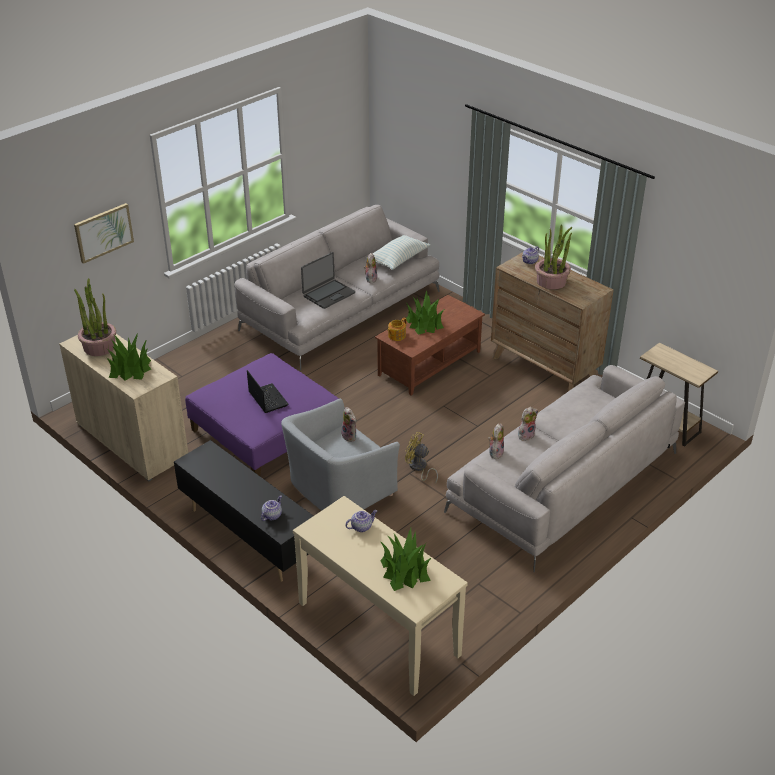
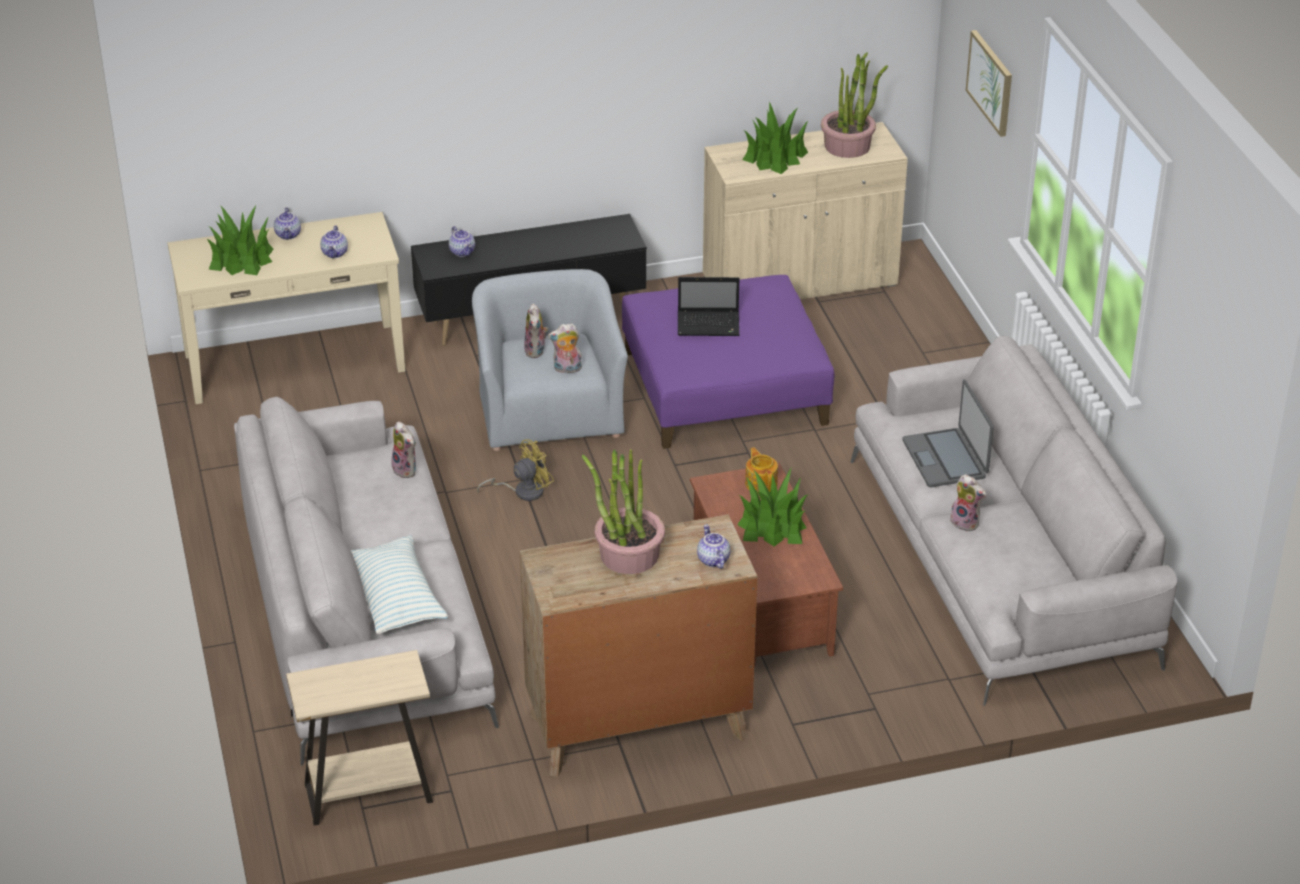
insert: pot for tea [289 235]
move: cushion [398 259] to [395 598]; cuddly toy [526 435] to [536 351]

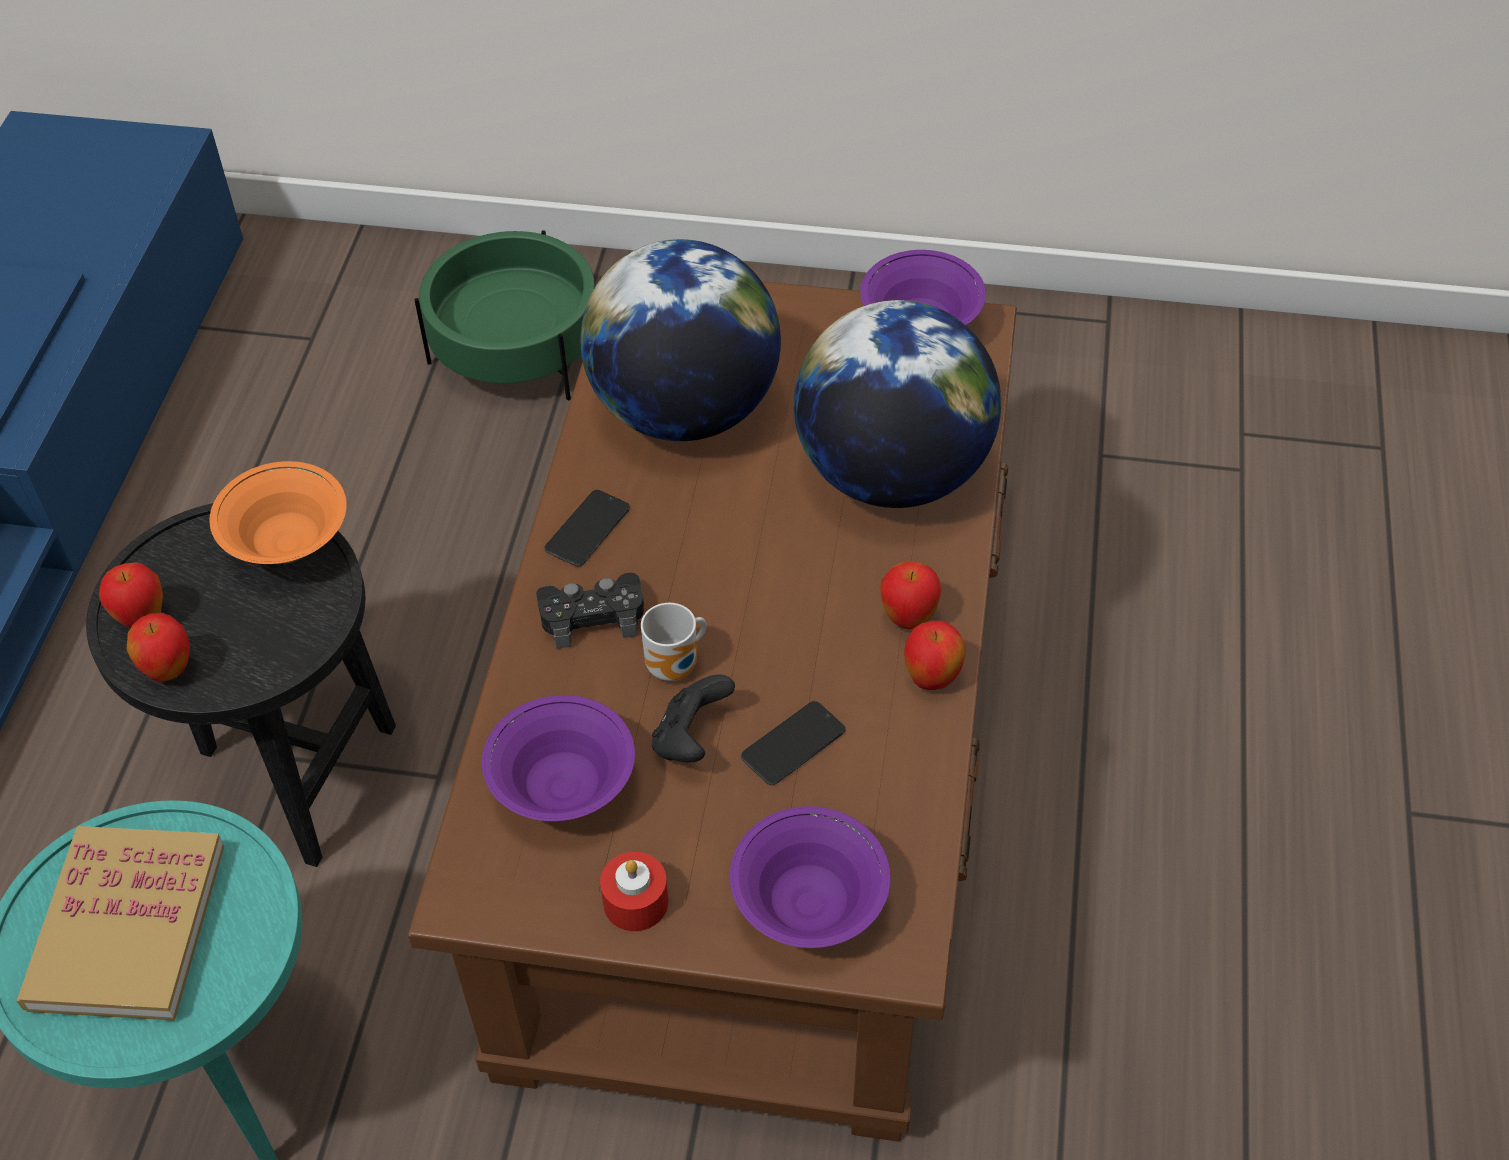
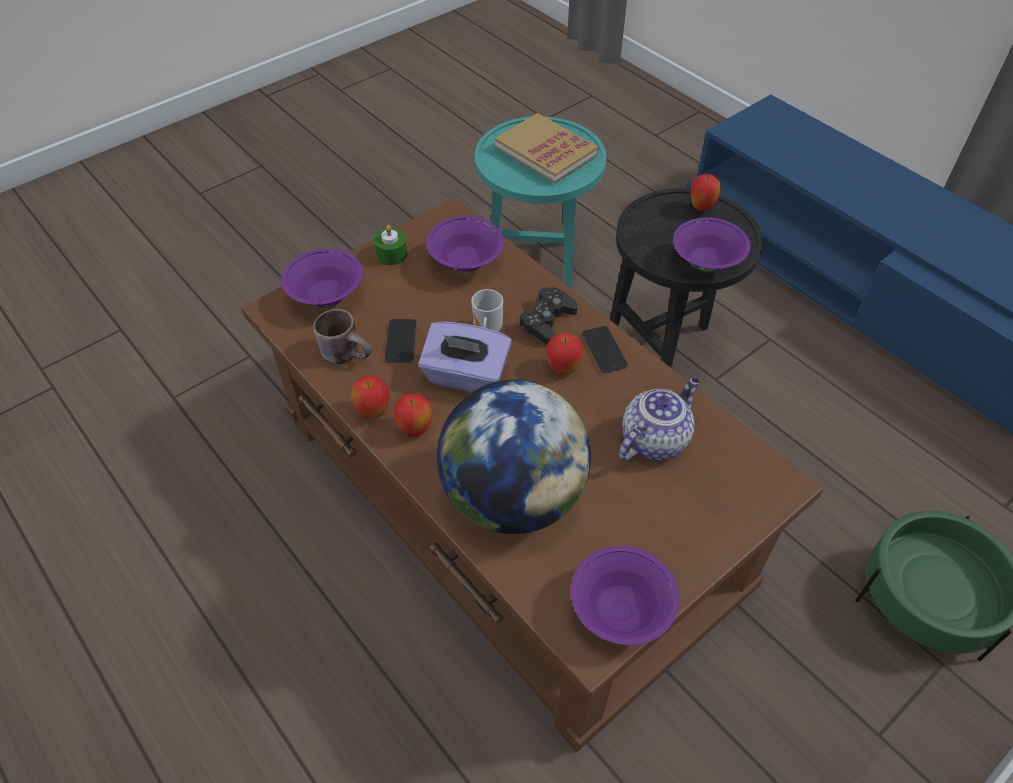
delete: blackish joypad [691 739]
insert: brownish tea mug [348 352]; purple-coloured tissue holder [466 376]
move: apple [169 670] to [563 369]
replace: world globe [684 411] to pot for tea [654 439]
recolor: orangey bowl [288 545] to purple-coloured bowl [706 264]; red candle [635 902] to green candle [392 254]

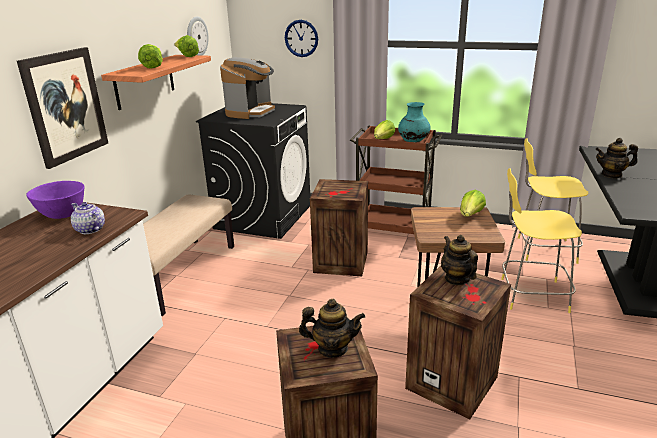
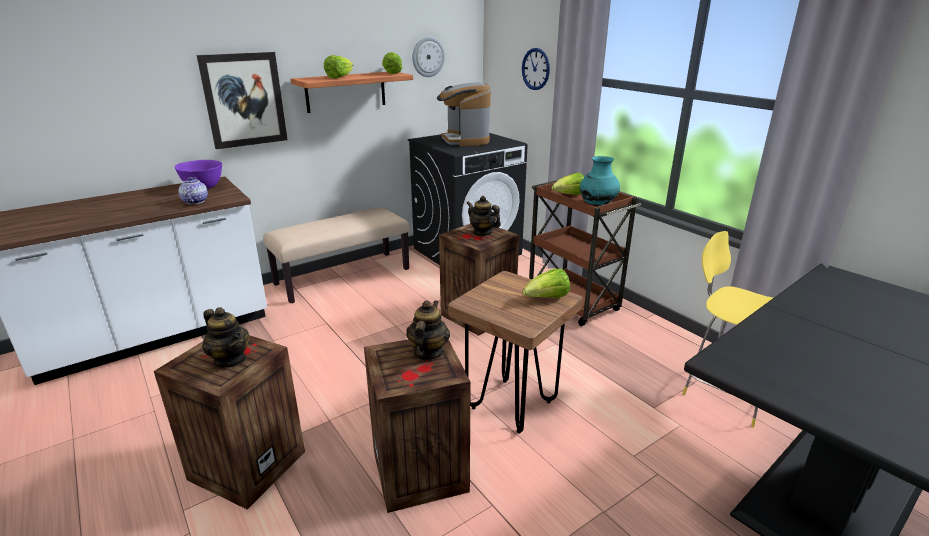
delete: yellow-coloured stool seat [530 294]
move: pot for tea [612 175] to [482 232]
rotate: coffee brewer [251 112] = [464 140] 105 degrees clockwise

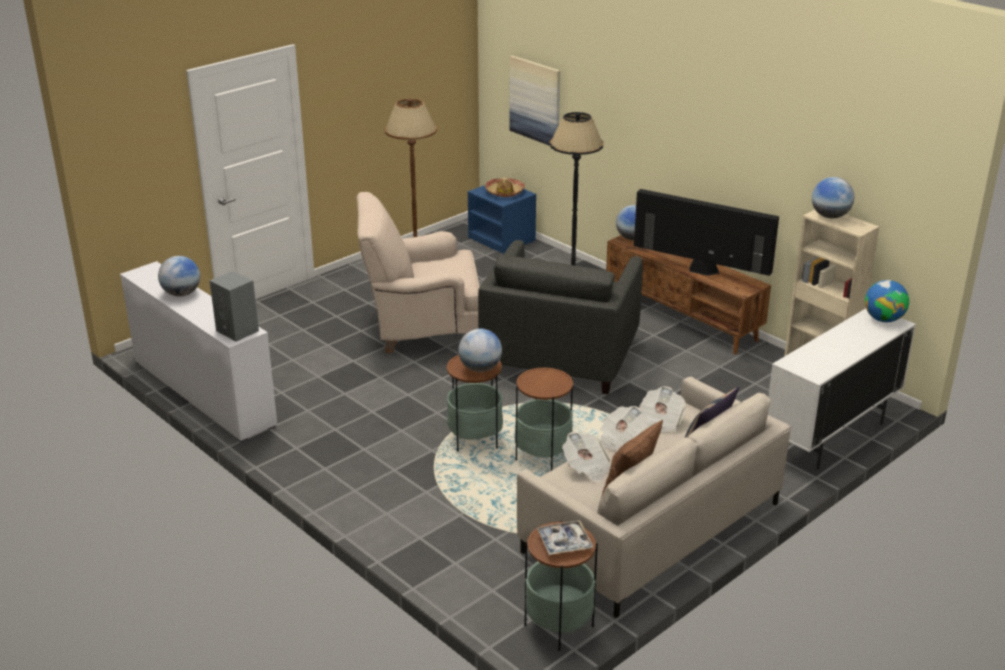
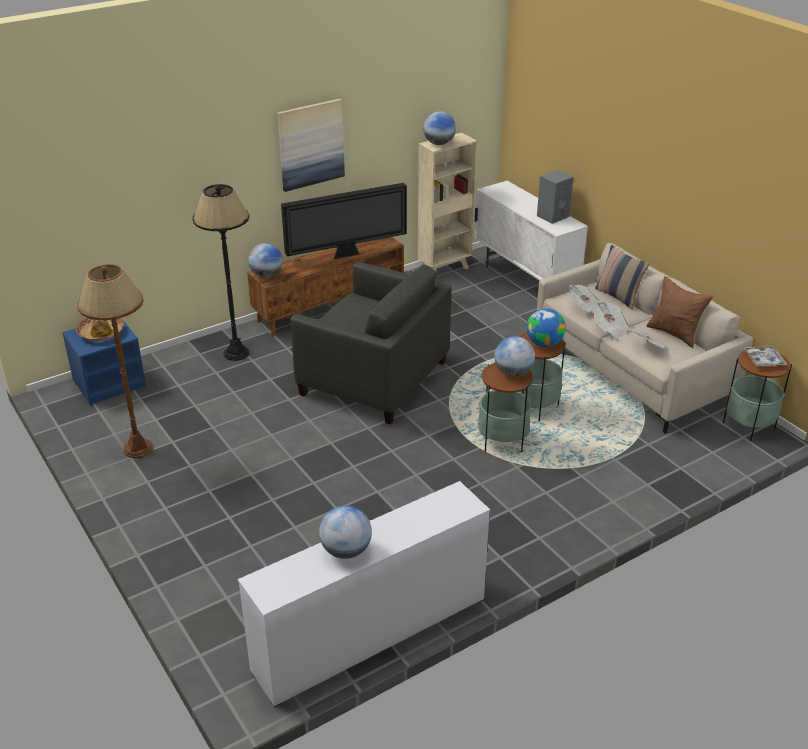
delete: beige-coloured lounge chair [421 330]
move: picture [535 101] to [311 144]; grey audio speaker [238 331] to [553 216]; world globe [883 319] to [544 343]
rotate: TV set [700 271] = [347 254] 150 degrees counterclockwise

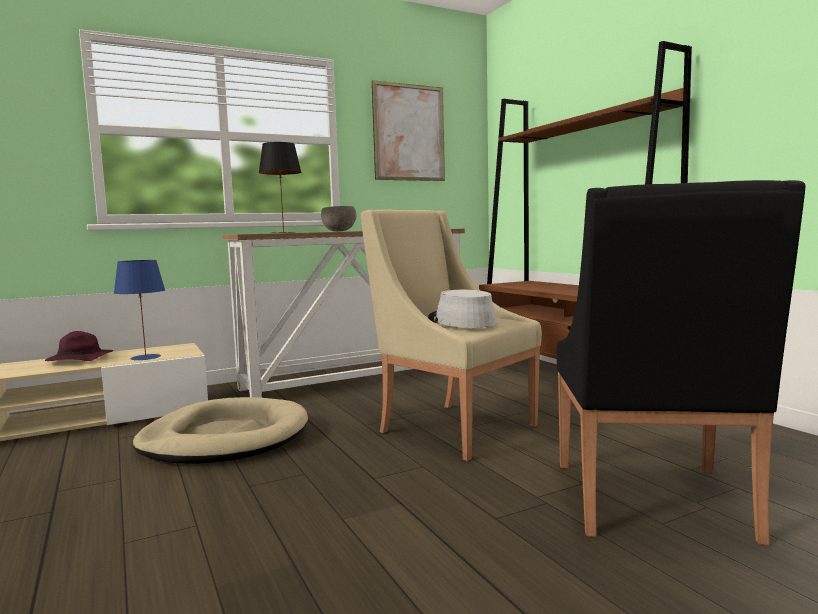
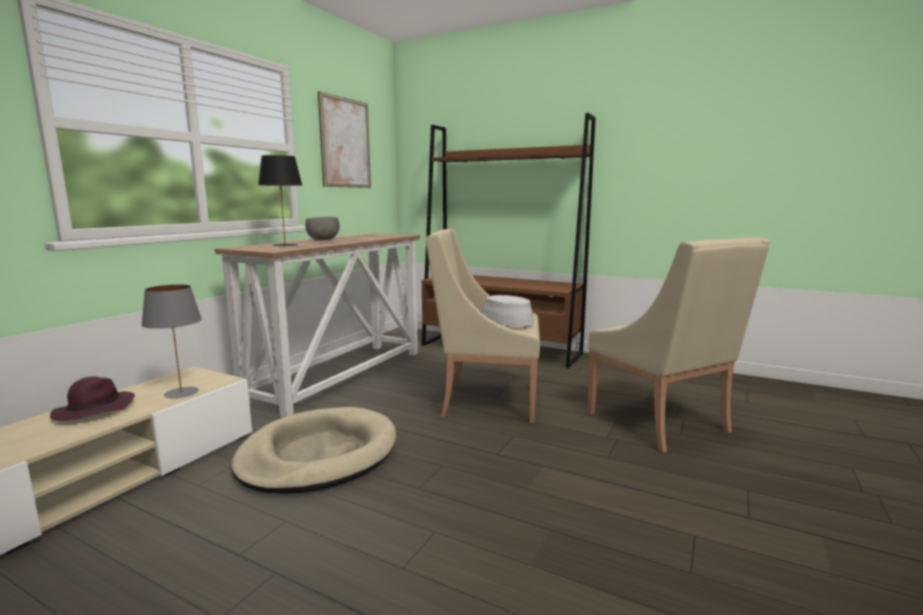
recolor: blackish lounge chair [654 503] to beige-coloured lounge chair [662 423]; blue table lamp [145 357] to grey table lamp [181 393]

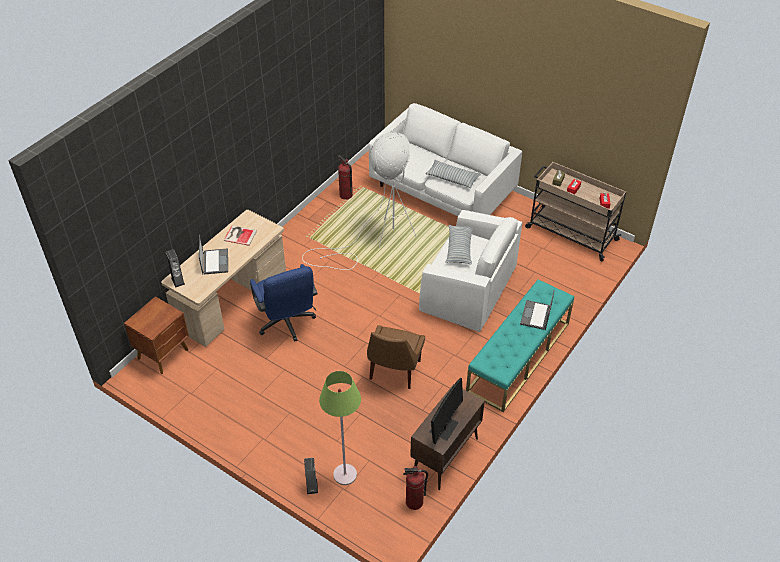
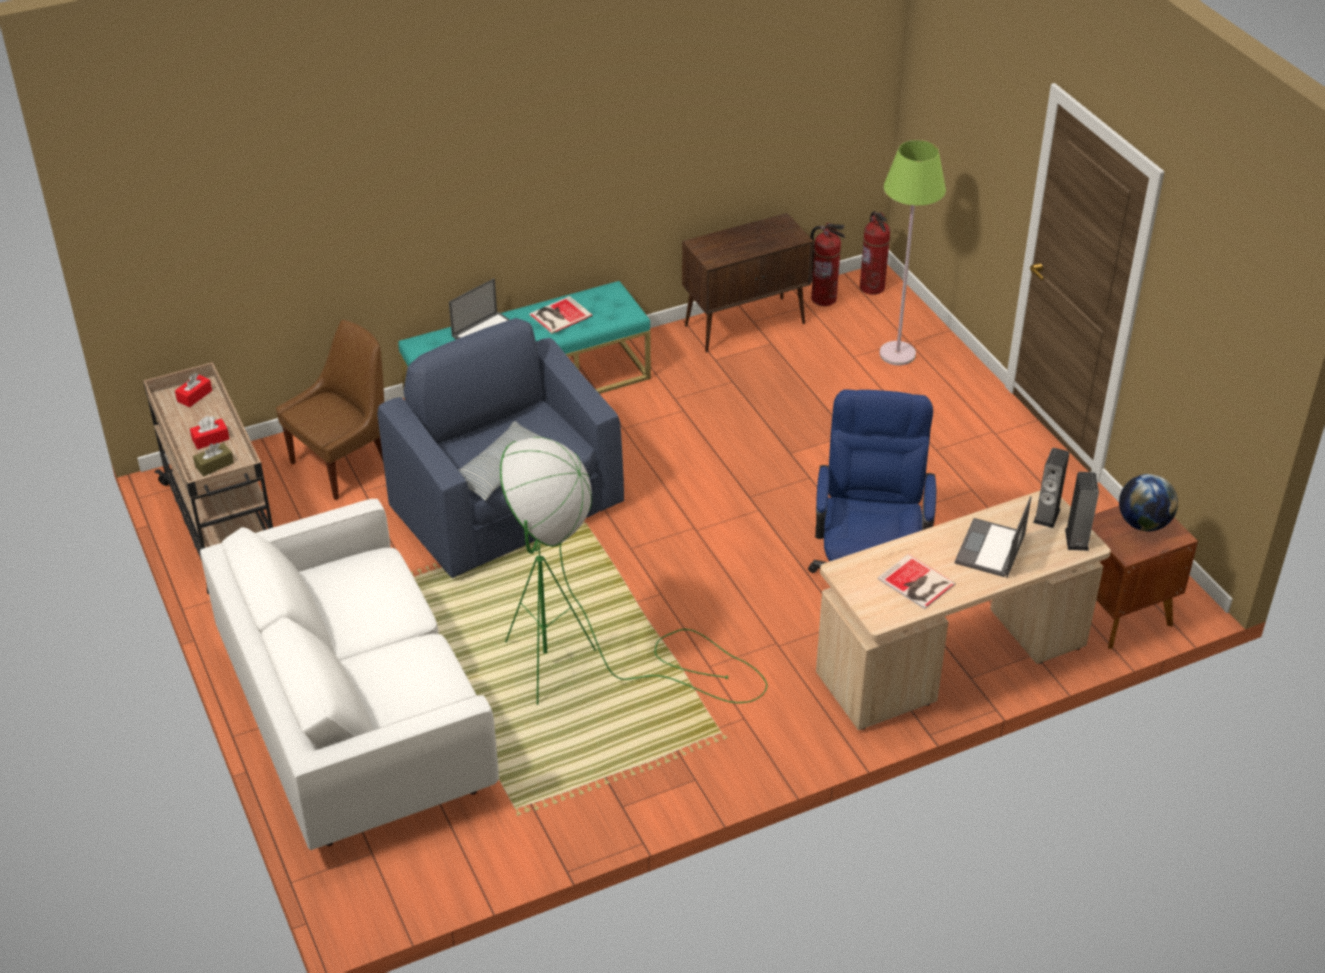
delete: cushion [452 178]; computer screen [444 427]
insert: volume [558 315]; world globe [1143 523]
move: fire extinguisher [346 195] to [872 287]; brownish chair [394 371] to [344 464]; audio speaker [312 486] to [1046 516]
recolor: white floor lamp [376 240] to green floor lamp [589 667]; white lounge chair [468 290] to blue lounge chair [507 507]

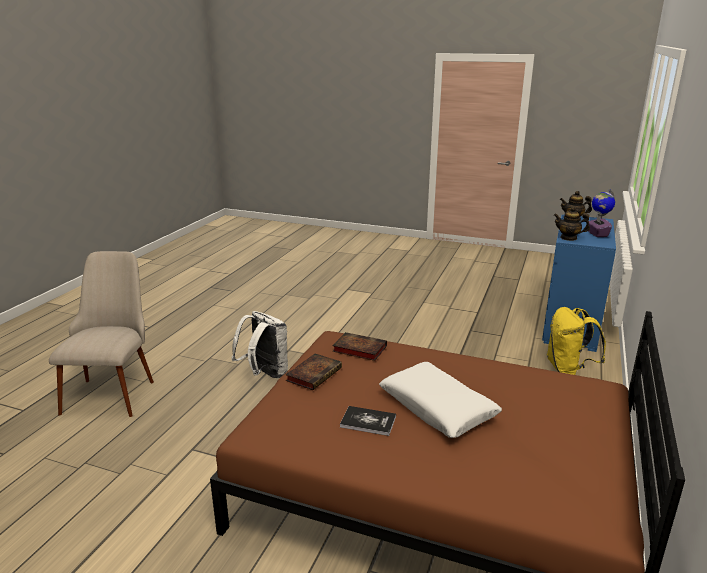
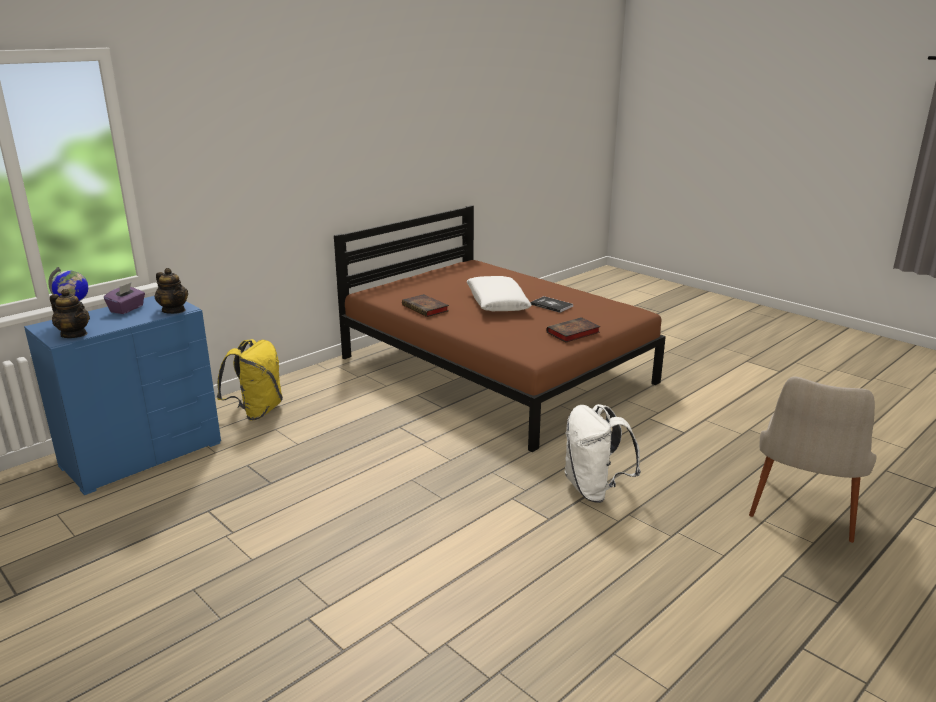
move: volume [358 349] to [426 309]

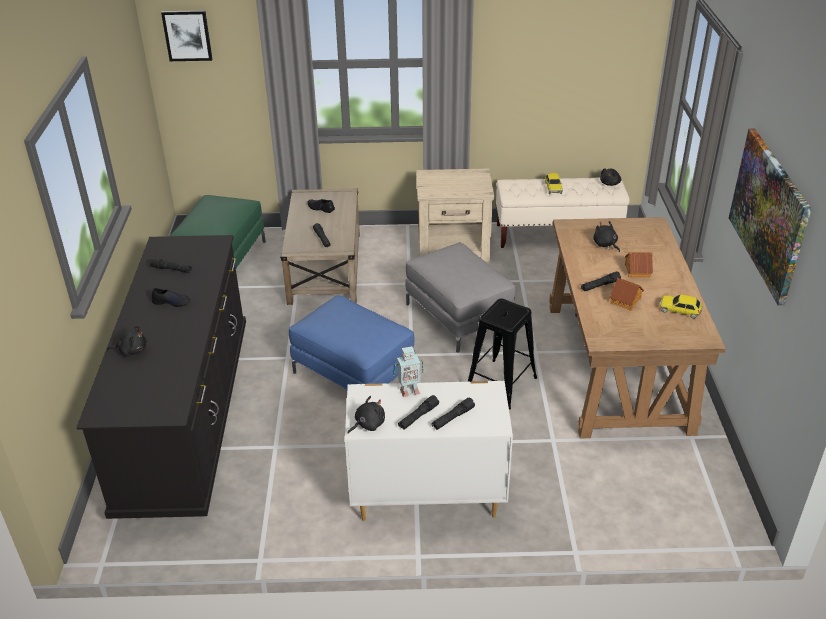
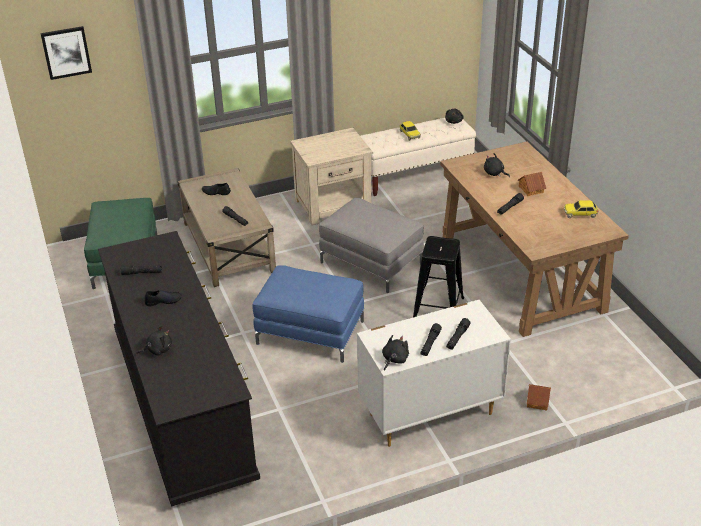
delete: picture [769 213]; robot figure [408 391]
move: miniature house [626 301] to [538 401]

